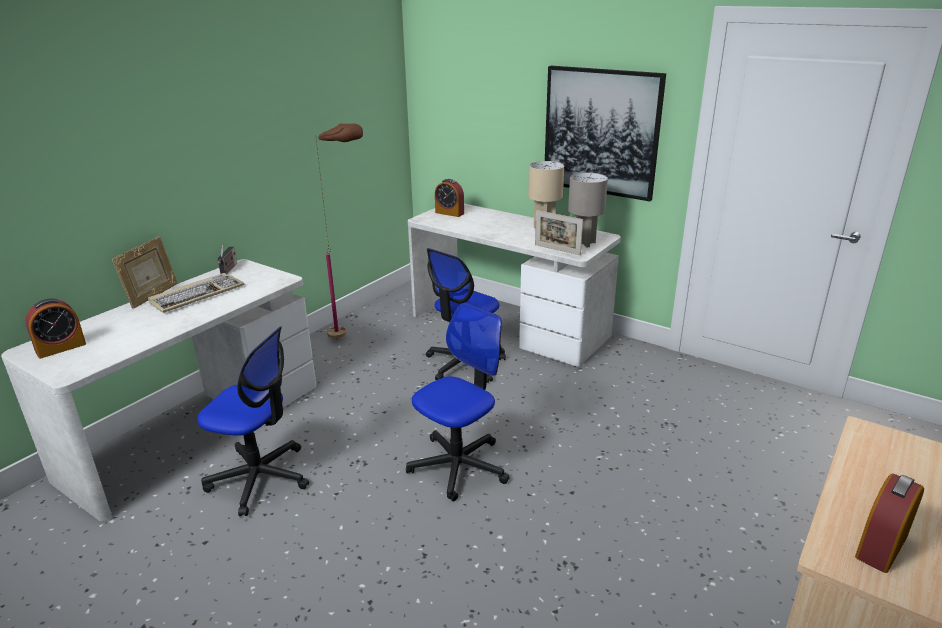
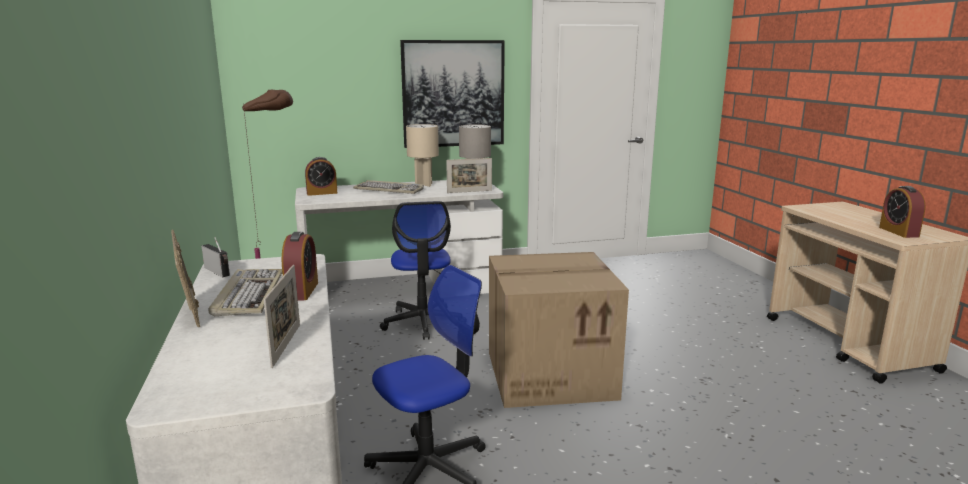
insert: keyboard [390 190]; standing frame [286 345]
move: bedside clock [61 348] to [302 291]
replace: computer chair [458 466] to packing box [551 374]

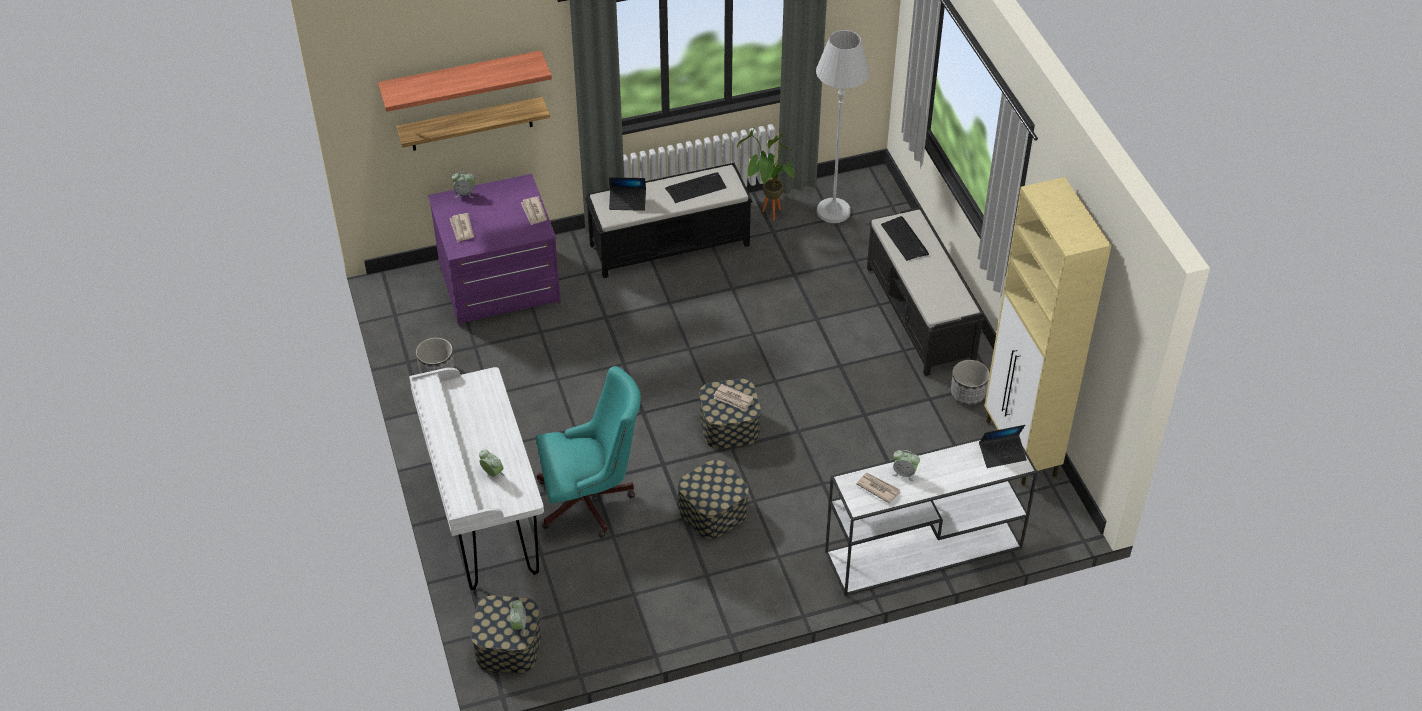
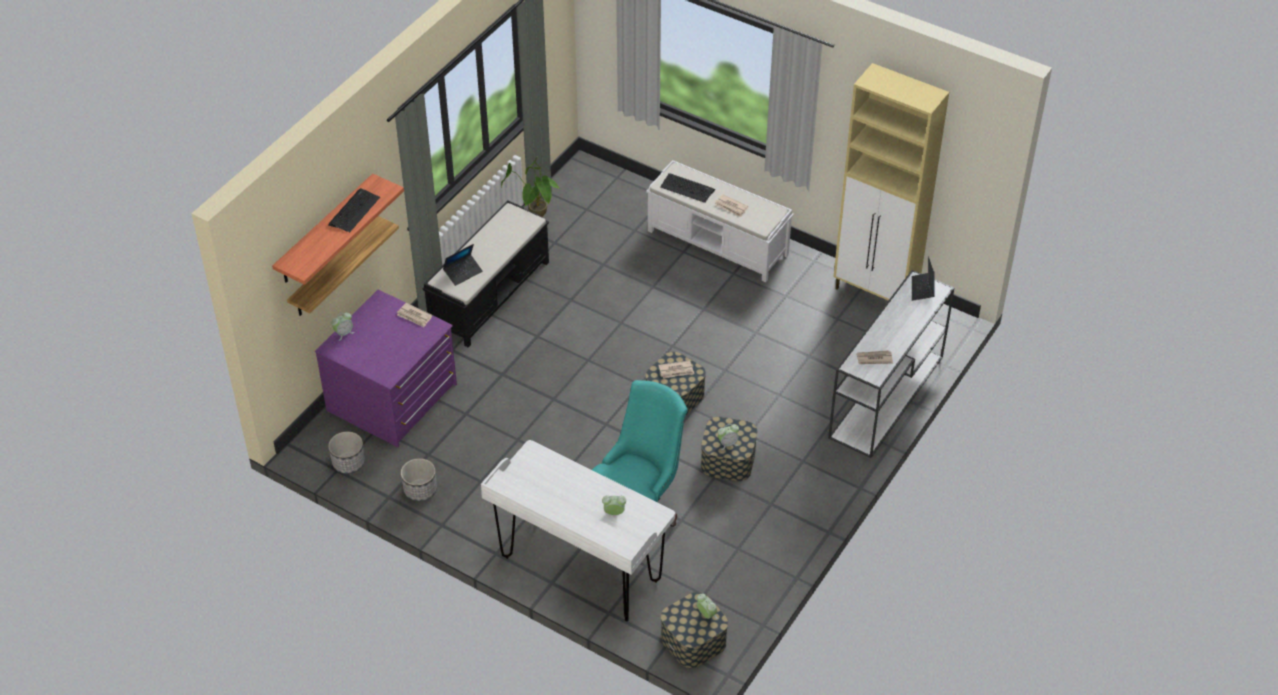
delete: white floor lamp [833 211]
move: keyboard [696 188] to [354 211]; printed paper [461 229] to [731 207]; planter [967 394] to [348 463]; bedside clock [904 473] to [727 444]
recolor: blackish indoor bench [920 315] to white indoor bench [718 243]
rotate: notebook computer [1002 454] = [922 289] 150 degrees clockwise

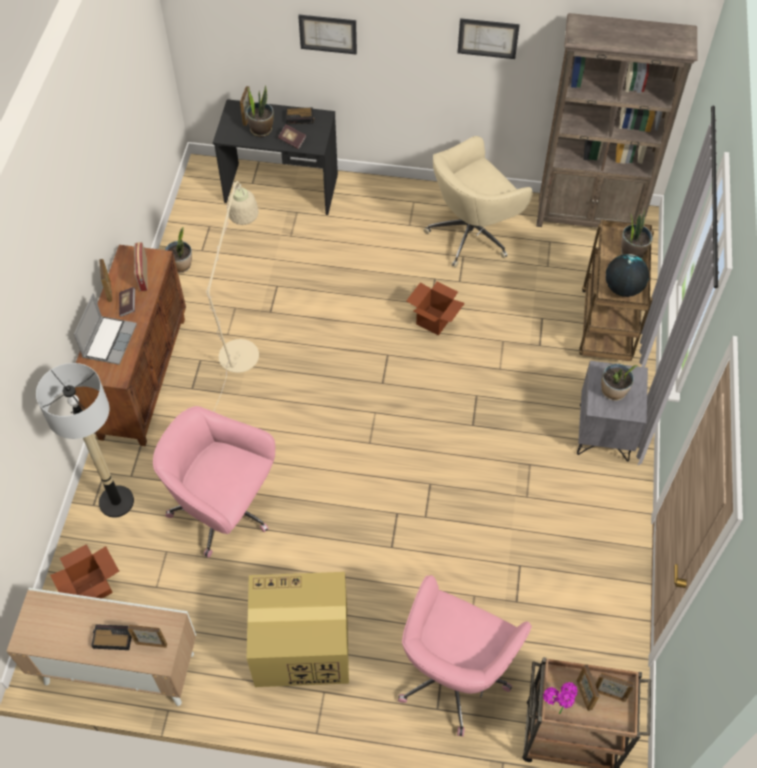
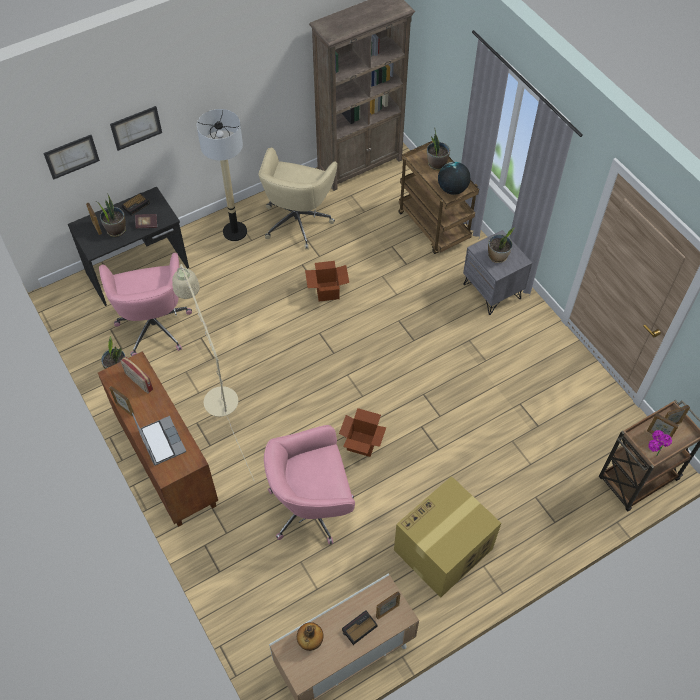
delete: volume [128 305]
insert: drink bottle [310 640]
move: picture [488 38] to [71 156]; floor lamp [116 502] to [235 232]; packing box [92 587] to [361 443]; pinkish computer chair [454 674] to [154 325]

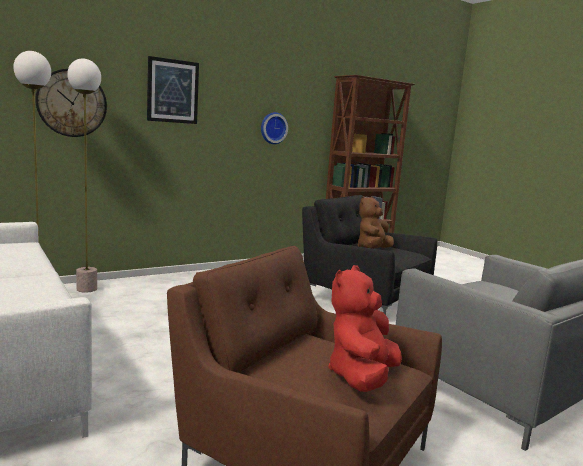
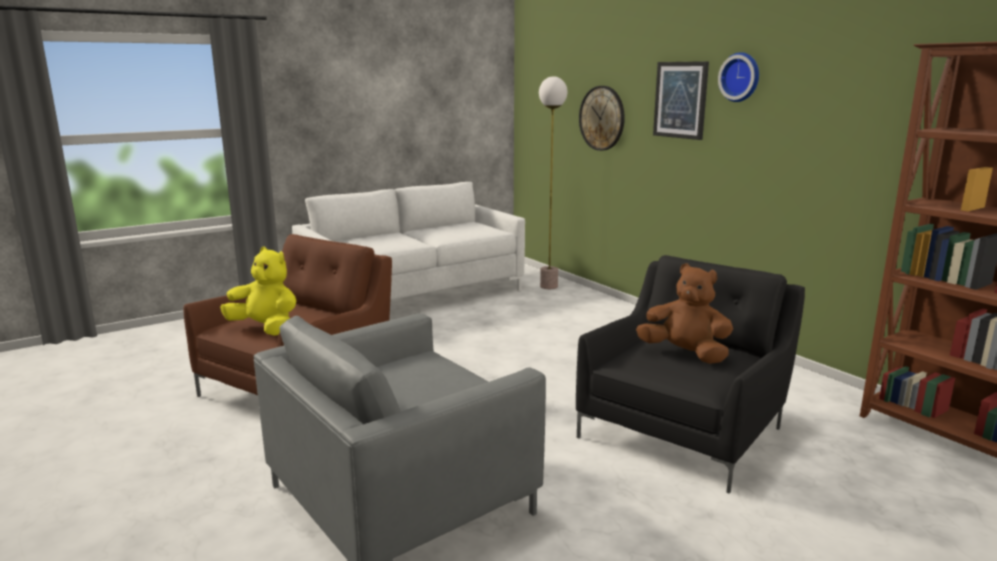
delete: floor lamp [87 289]
move: hanging clock [273 128] to [741 77]
recolor: red cuddly toy [361 377] to yellow-coloured cuddly toy [266 329]

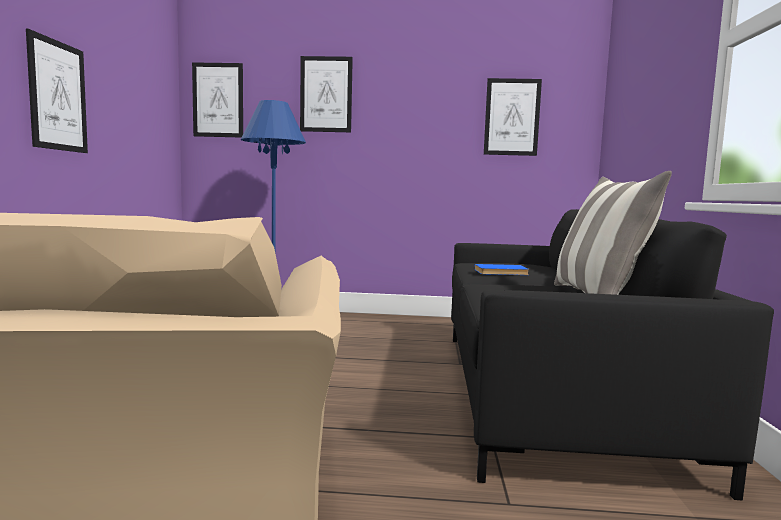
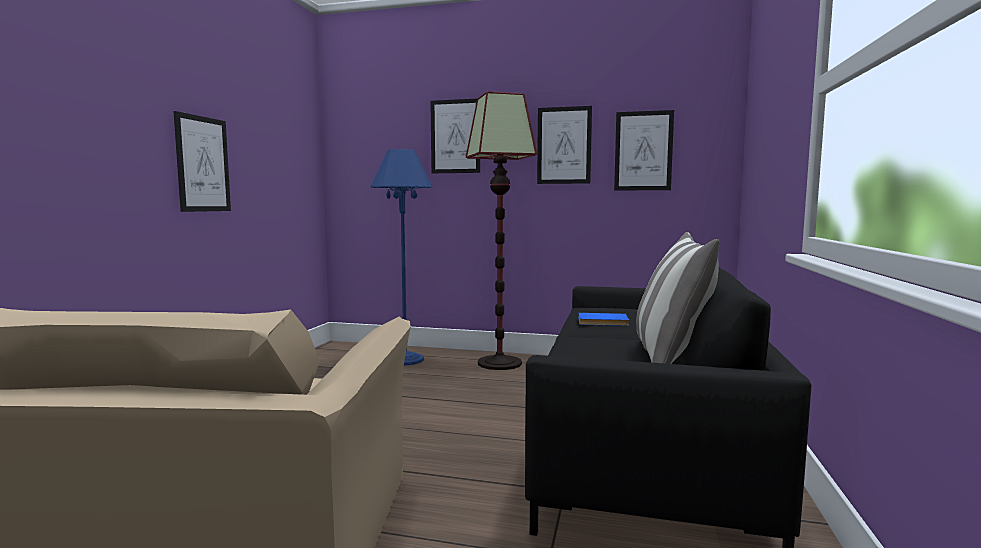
insert: floor lamp [499 363]
move: picture [218 100] to [564 145]

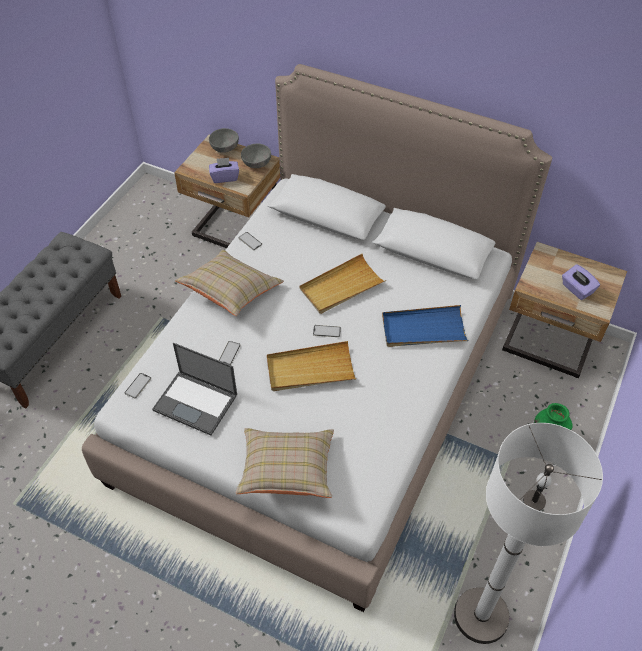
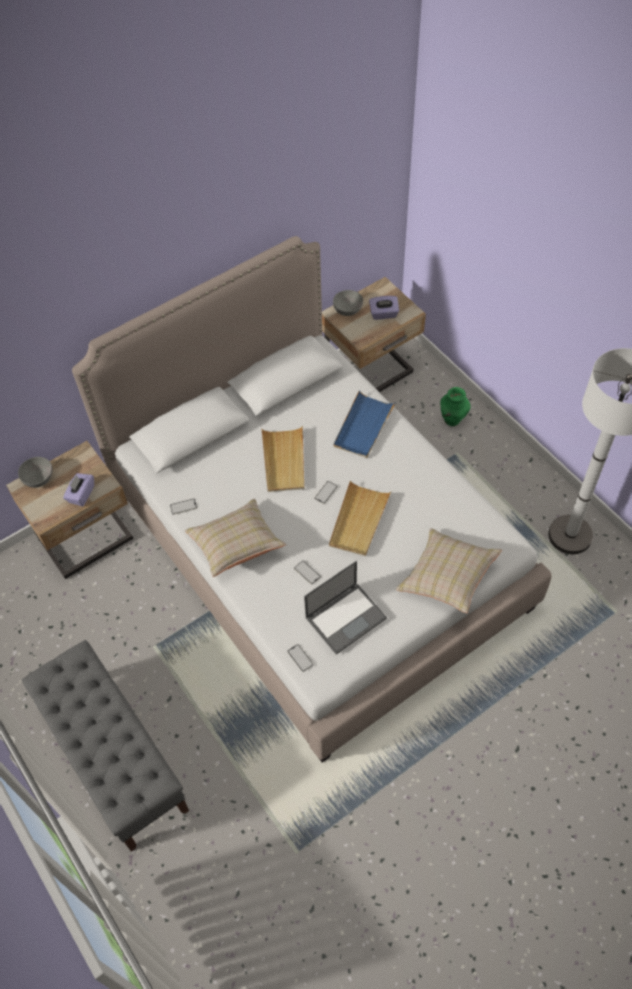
move: grey bowl [256 164] to [348 310]

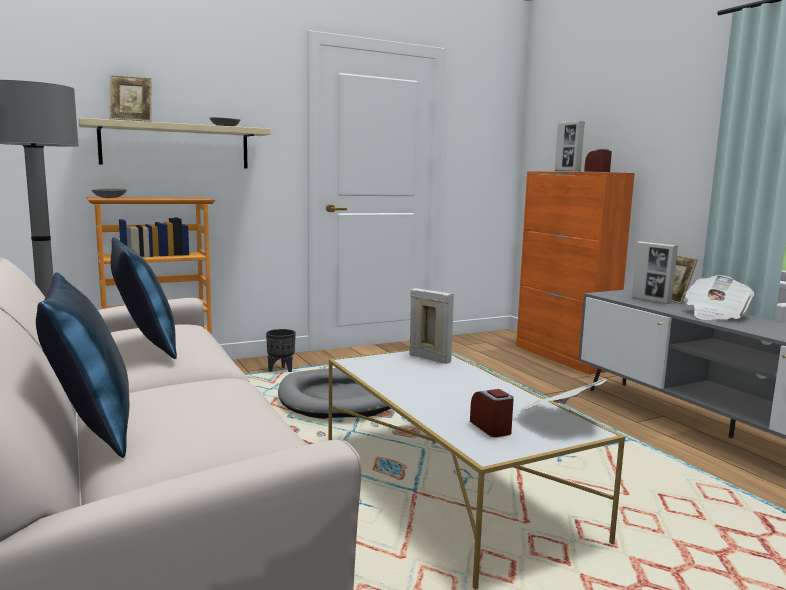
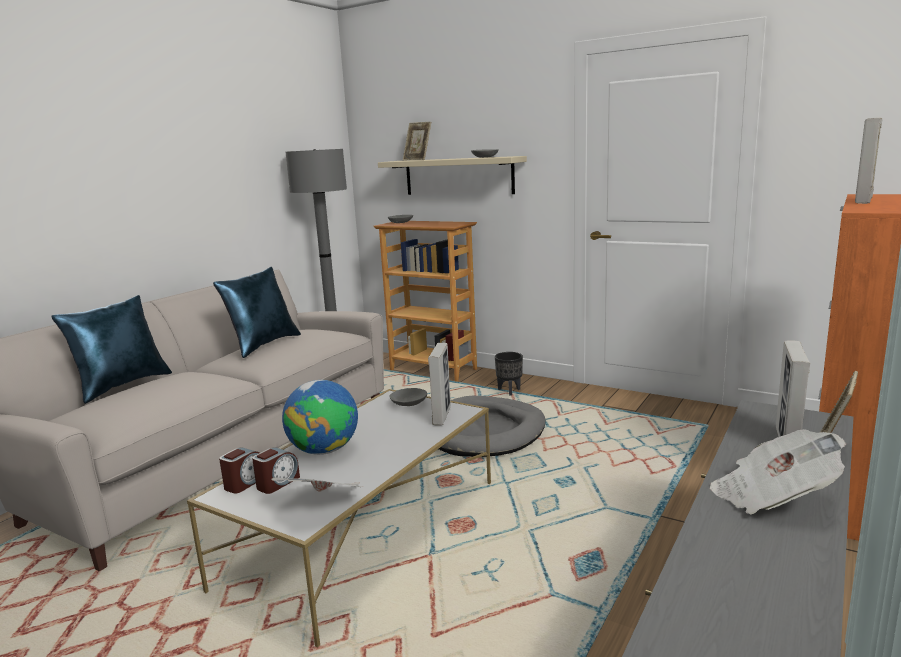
insert: world globe [324 450]; grey bowl [408 403]
move: bedside clock [597 171] to [245 483]

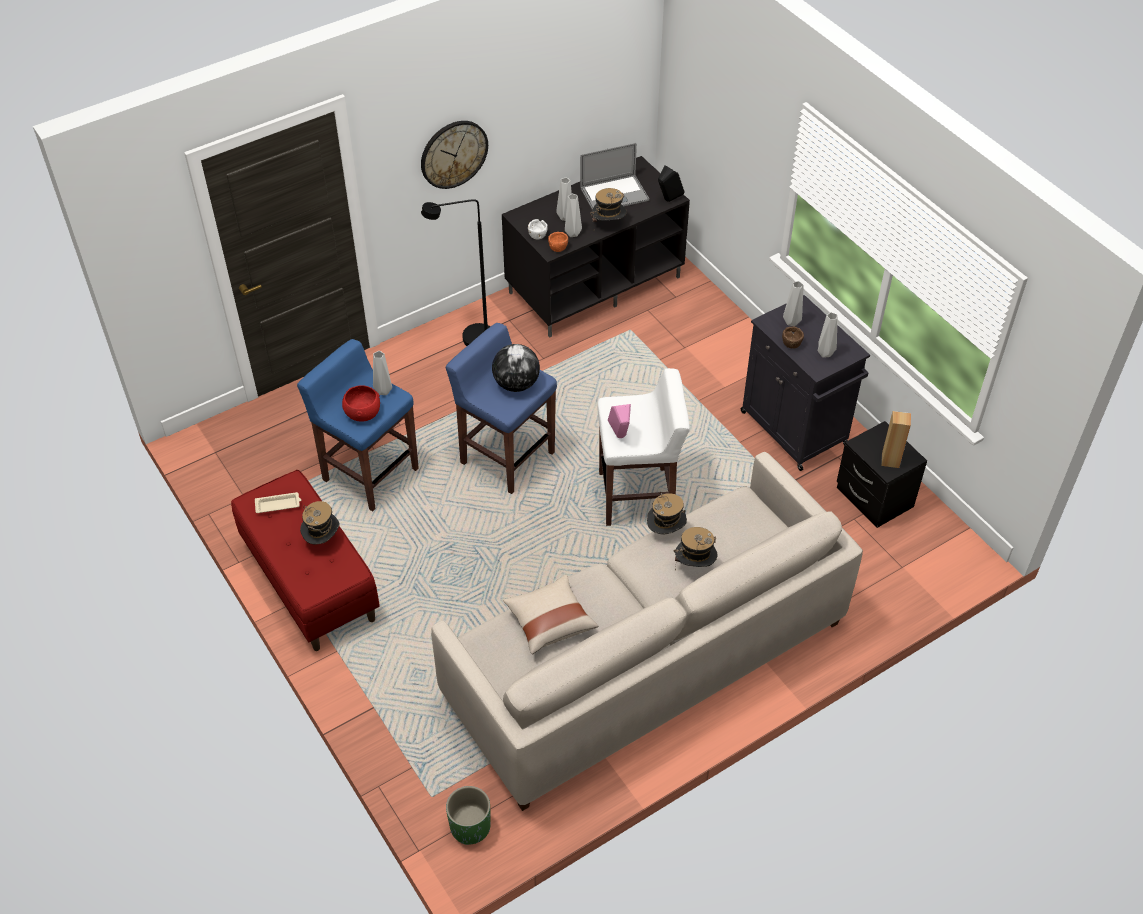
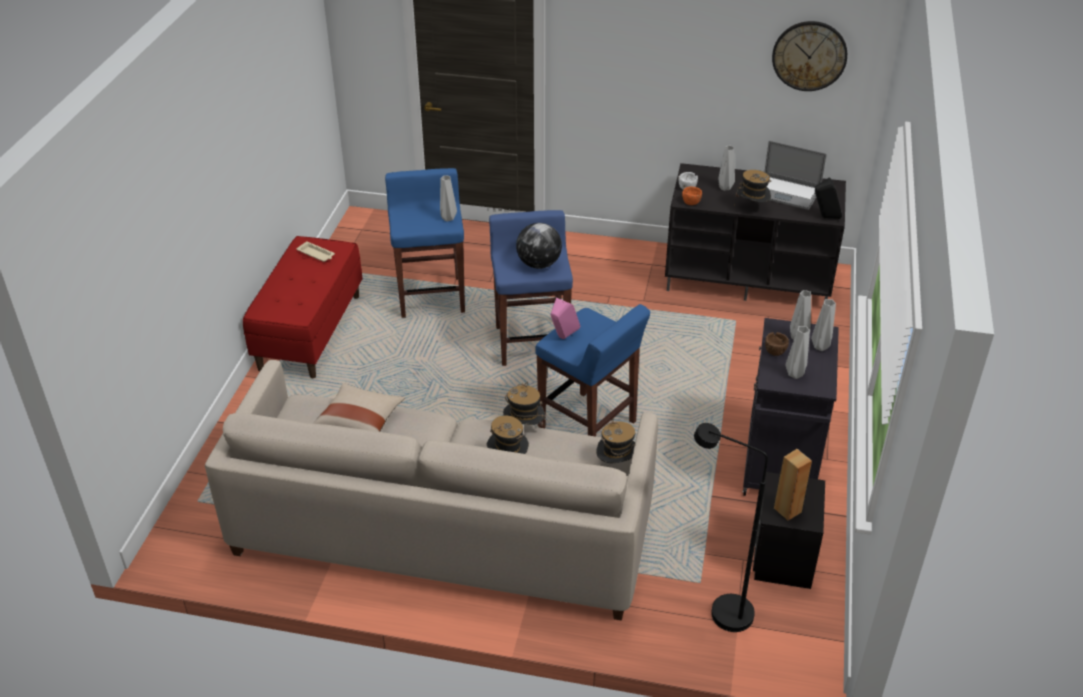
delete: red bowl [362 413]; green planter [470 827]
move: hanging clock [453 154] to [809 55]; grey flower vase [573 233] to [821 346]; blackish floor lamp [469 341] to [720 611]; wearable hat [323 540] to [616 465]
recolor: white stool seat [638 496] to blue stool seat [588 426]

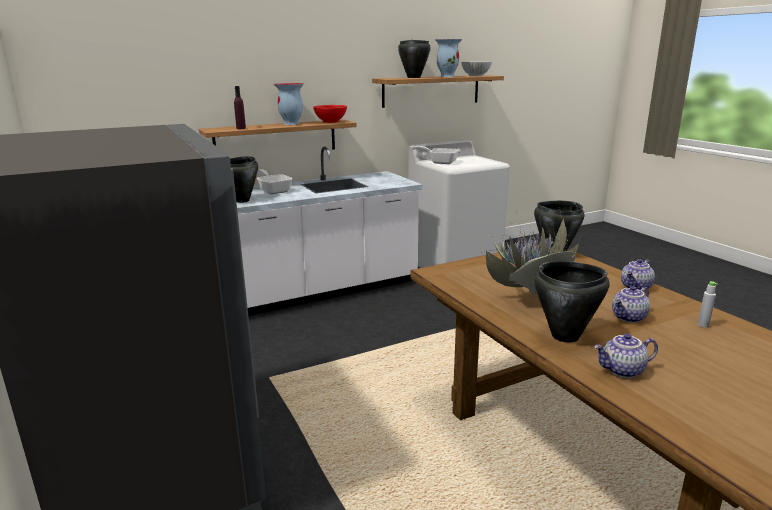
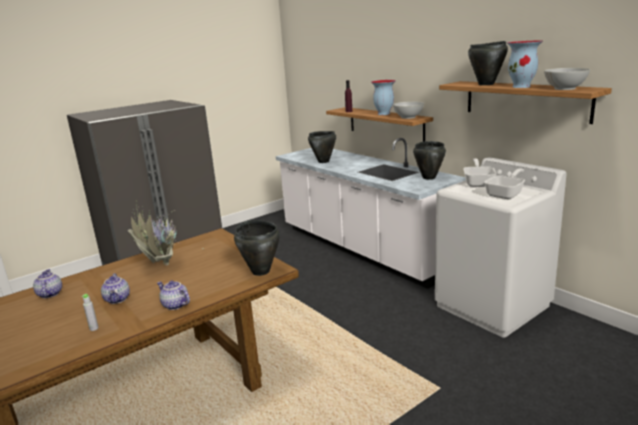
move: pan [274 190] to [506 194]; blackish saucepot [565 336] to [428 177]
recolor: red bowl [330 121] to white bowl [408 117]
rotate: pot for tea [629 318] = [118 299] 150 degrees counterclockwise

